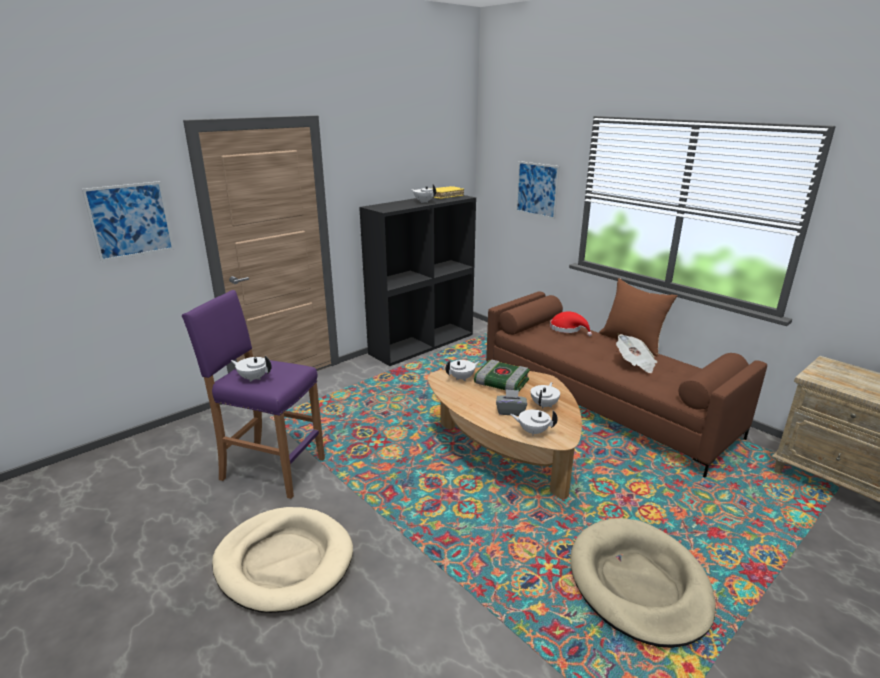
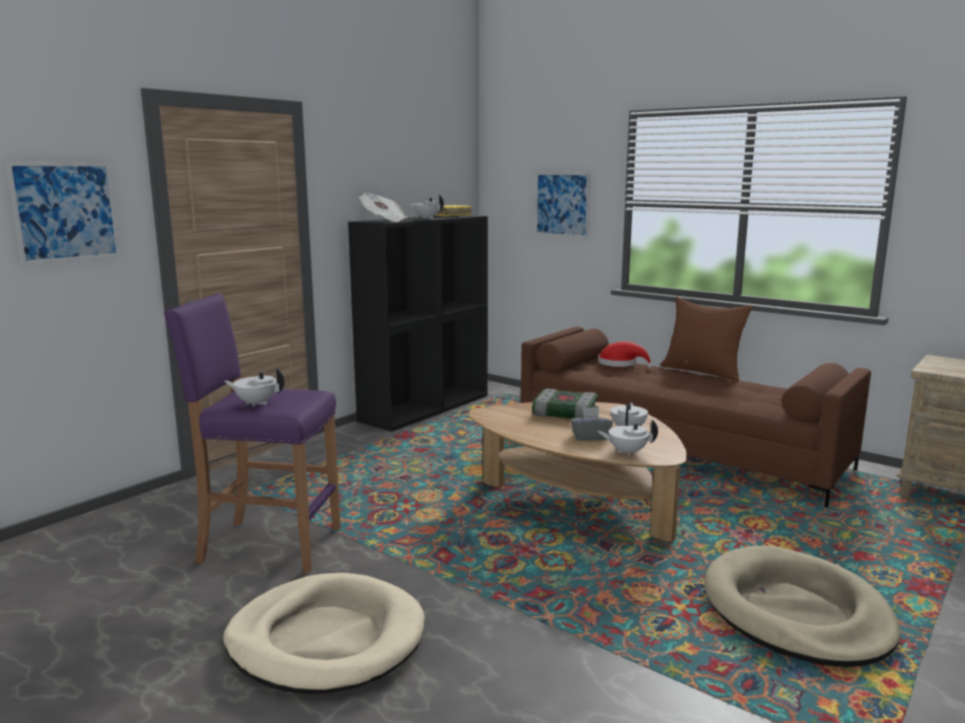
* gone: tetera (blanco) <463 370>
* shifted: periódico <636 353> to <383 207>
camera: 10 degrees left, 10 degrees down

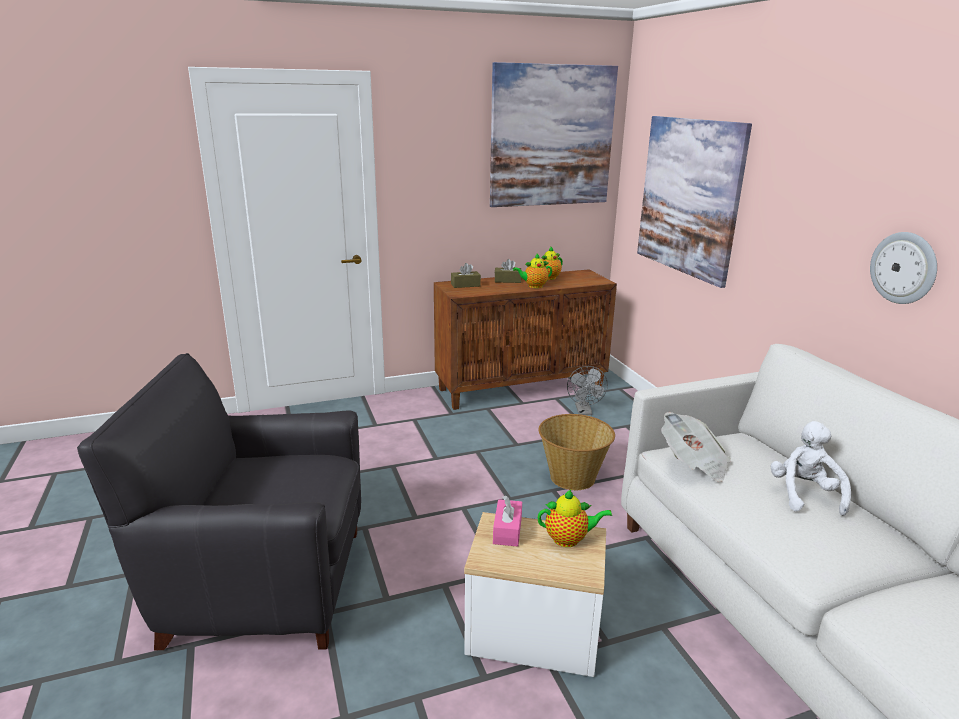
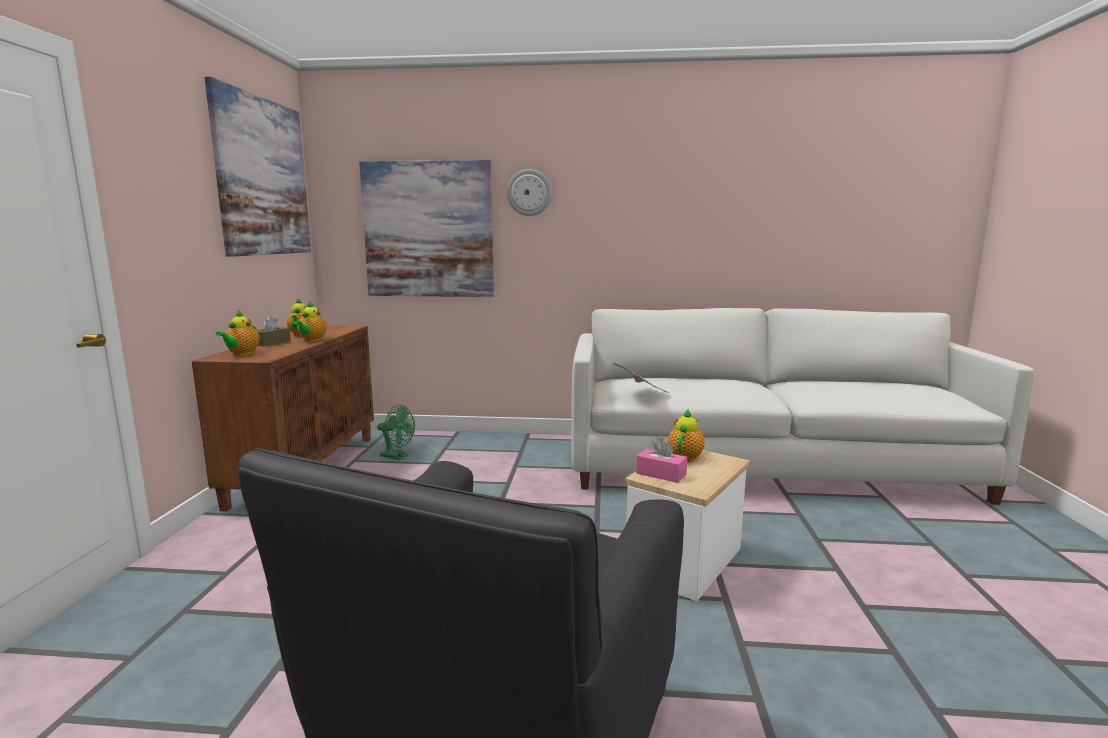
* swapped: caja de pañuelos (marrón) <466 275> to tetera <238 332>
* gone: cesta <577 452>
* repainted: ventilador (gris) <587 390> to ventilador (verde) <396 432>
* gone: peluche (blanco) <810 468>
* shifted: reloj de pared <903 268> to <529 192>
camera: 65 degrees left, 10 degrees down

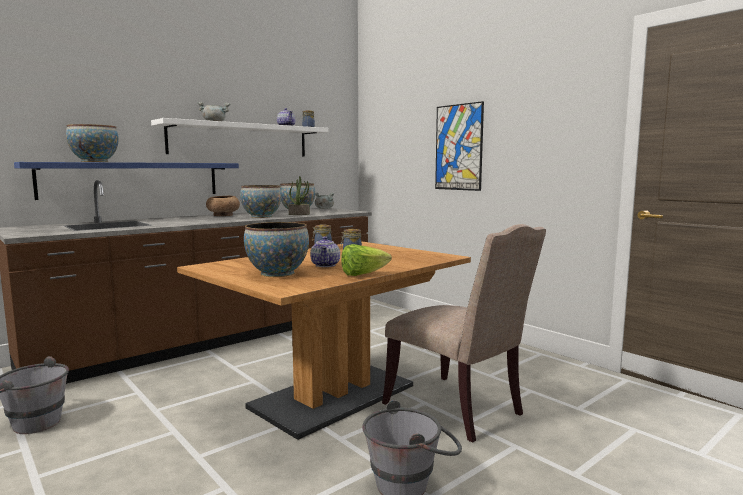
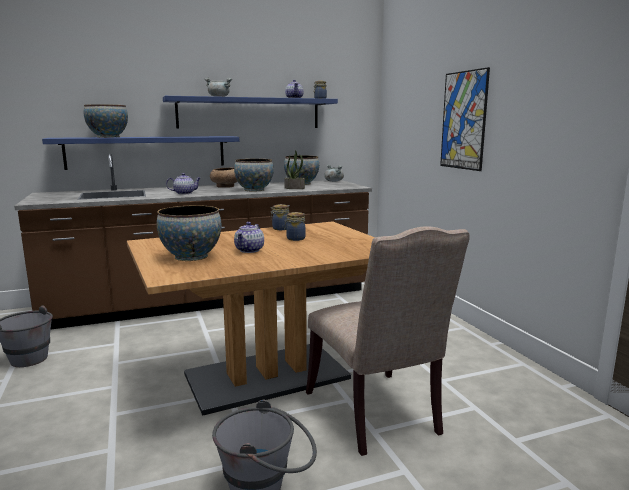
* repainted: estante (blanco) <240 137> to estante (azul) <250 112>
* gone: lechuga <366 260>
* new: tetera <183 183>
camera: 20 degrees right, 5 degrees up

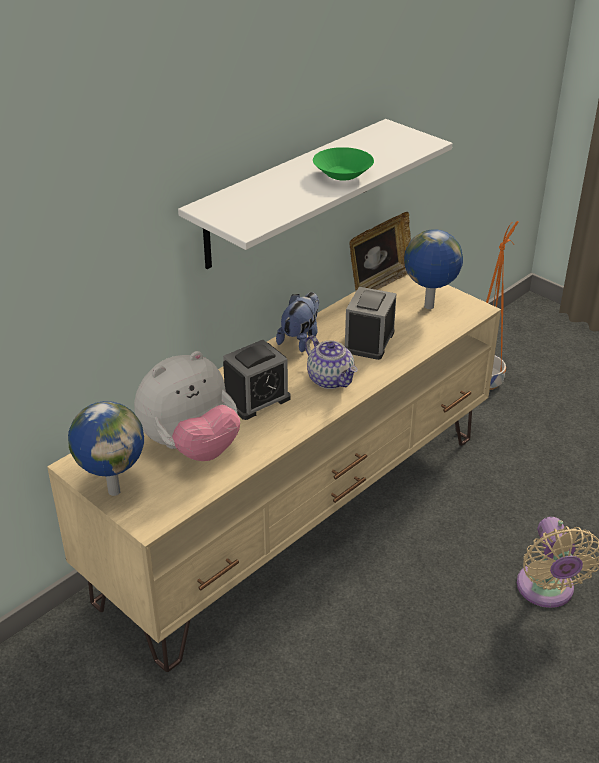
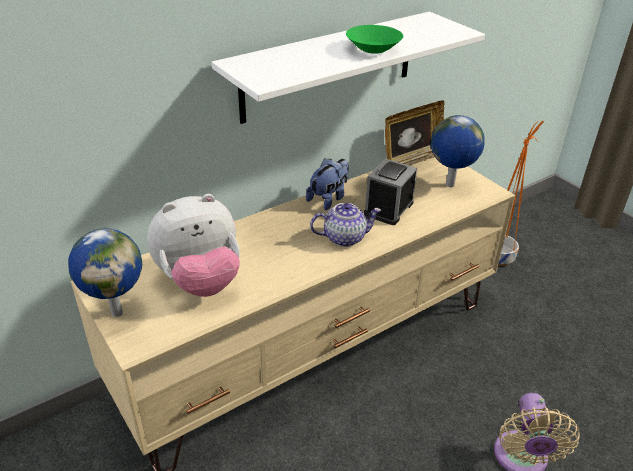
* gone: despertador <257 380>
* rotated: tetera <331 362> = <345 225> 75 degrees counterclockwise
camera: 10 degrees right, 0 degrees up

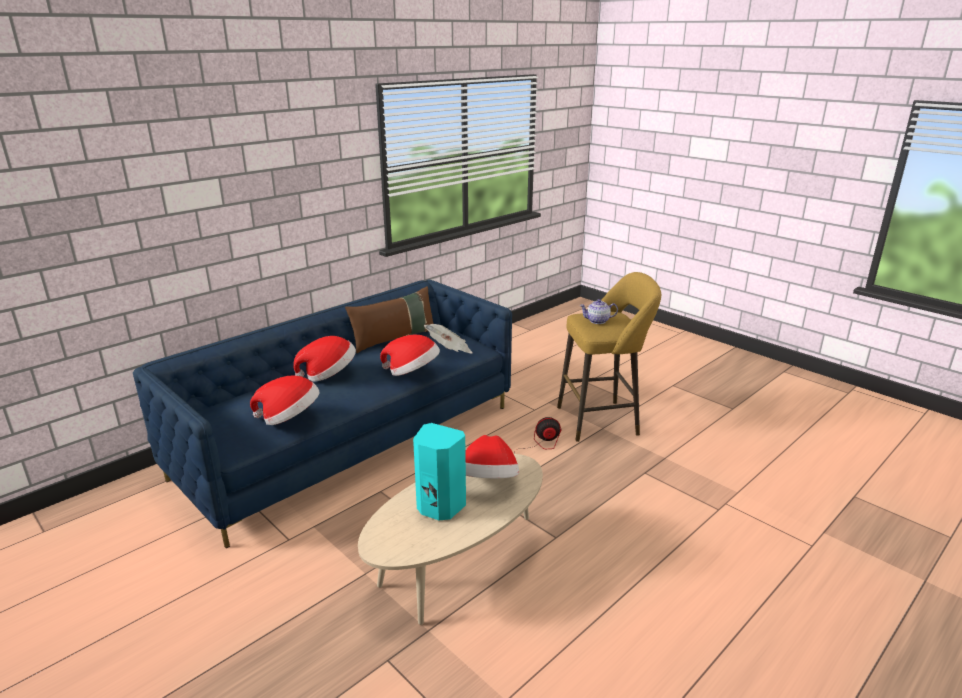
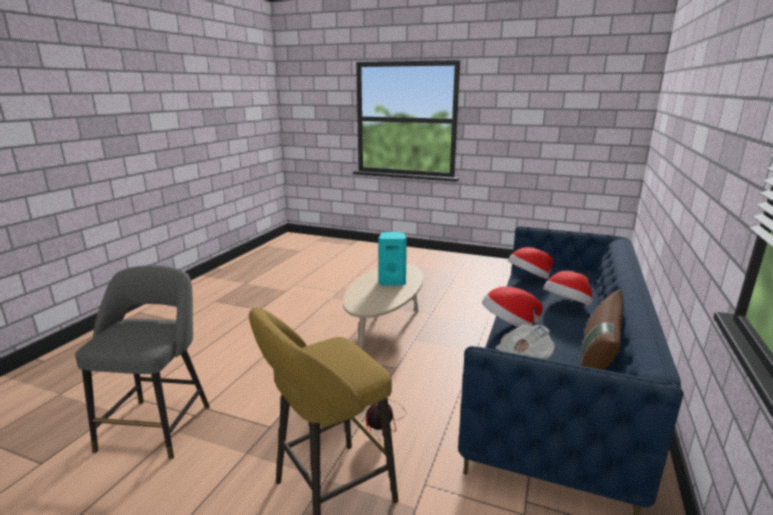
* gone: sombrero <492 456>
* gone: tetera <598 311>
* new: taburete (gris) <142 362>
camera: 155 degrees right, 5 degrees down

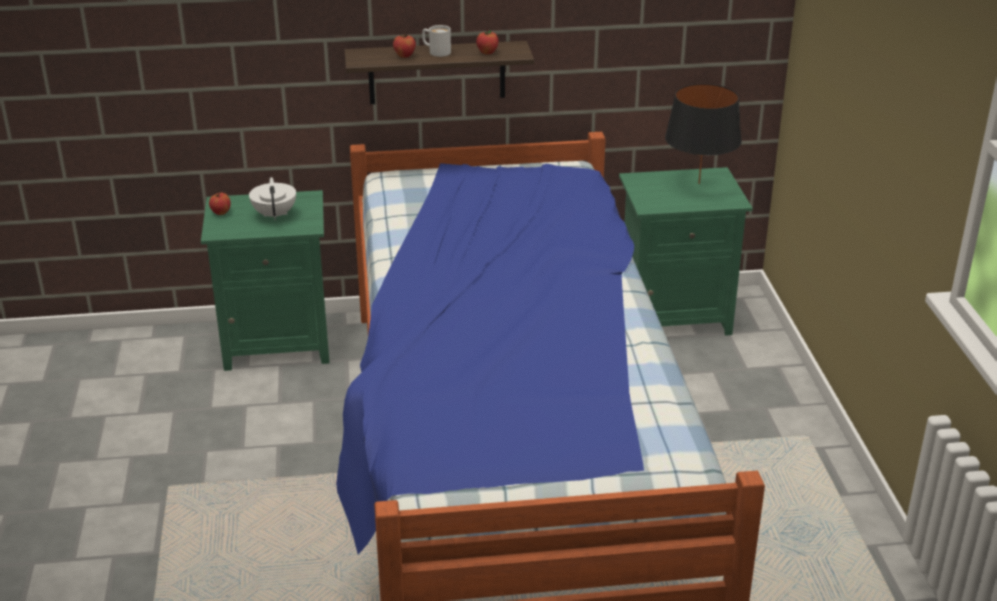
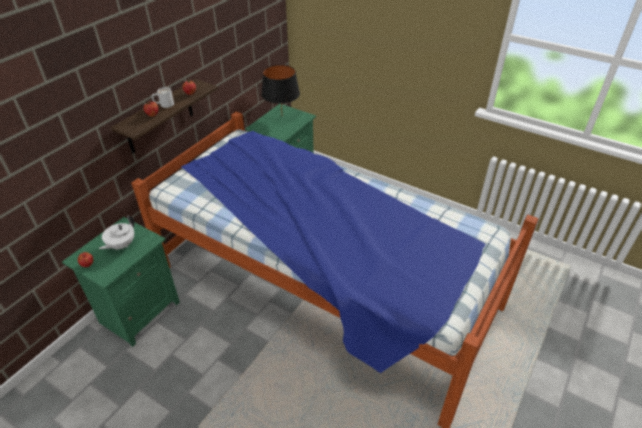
* rotated: tetera (blanco) <272 198> = <116 233> 90 degrees counterclockwise
camera: 50 degrees left, 10 degrees up

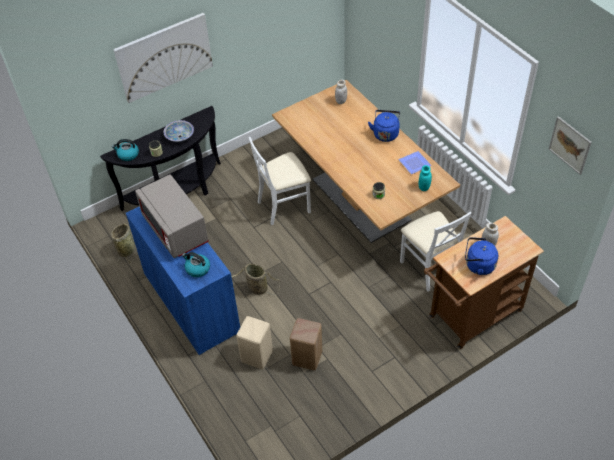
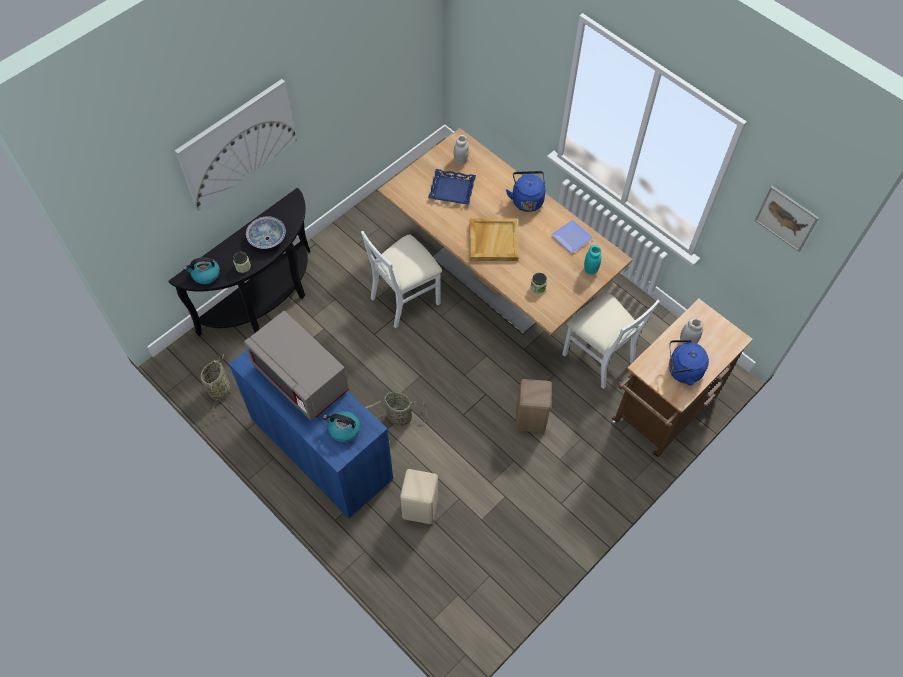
* shifted: taburete (beis) <306 344> to <533 406>
* new: bandeja (azul) <452 187>
* new: bandeja (beis) <494 239>
camera: 15 degrees left, 10 degrees up

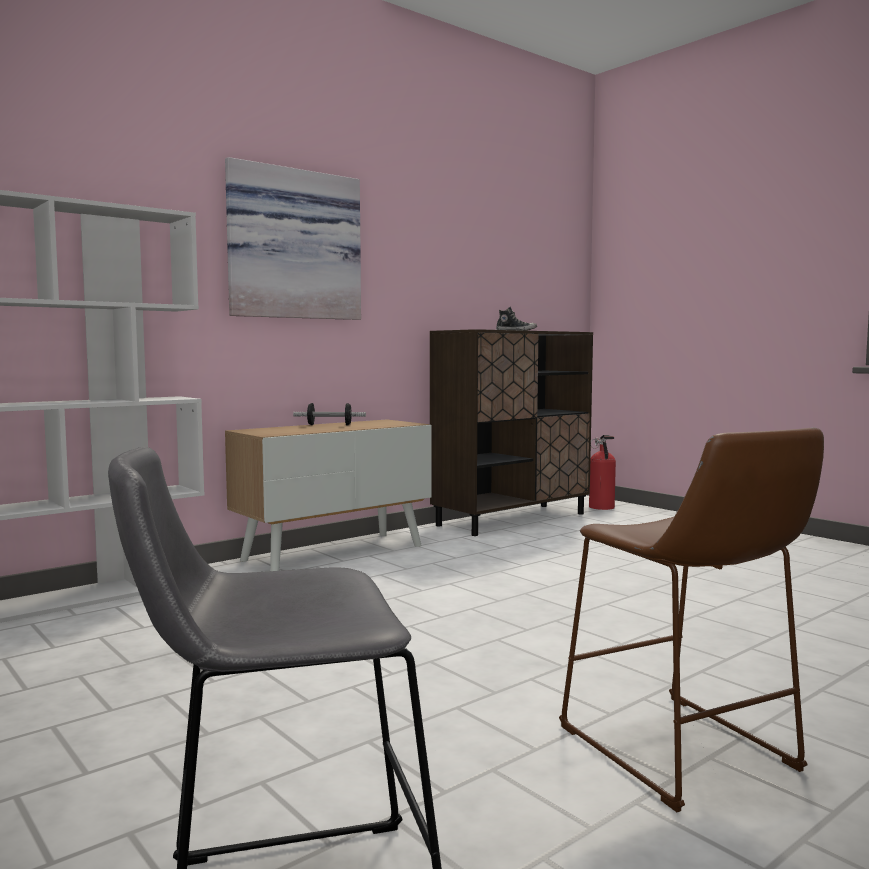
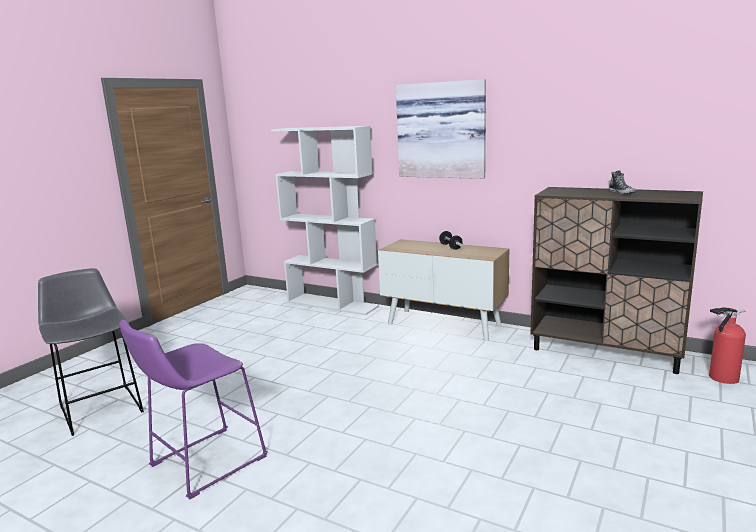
* repainted: taburete (marrón) <691 619> to taburete (morado) <193 410>
camera: 70 degrees right, 10 degrees up

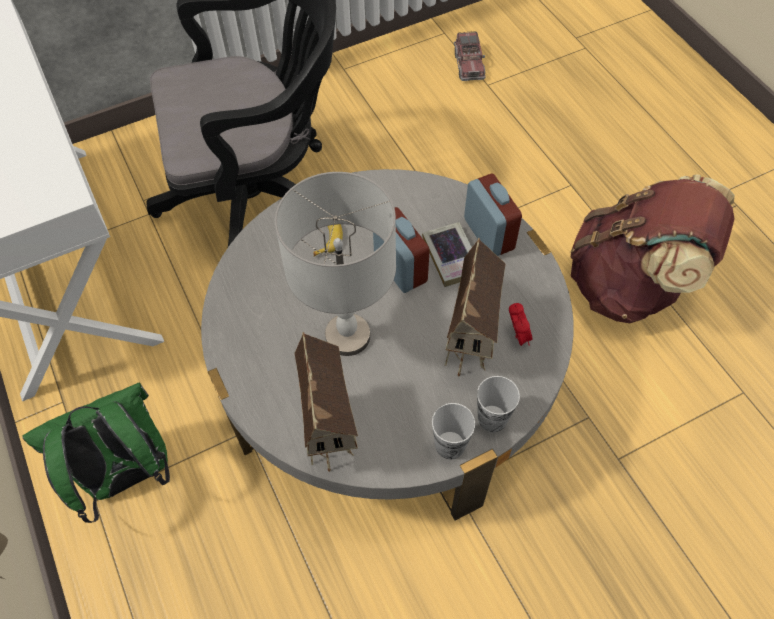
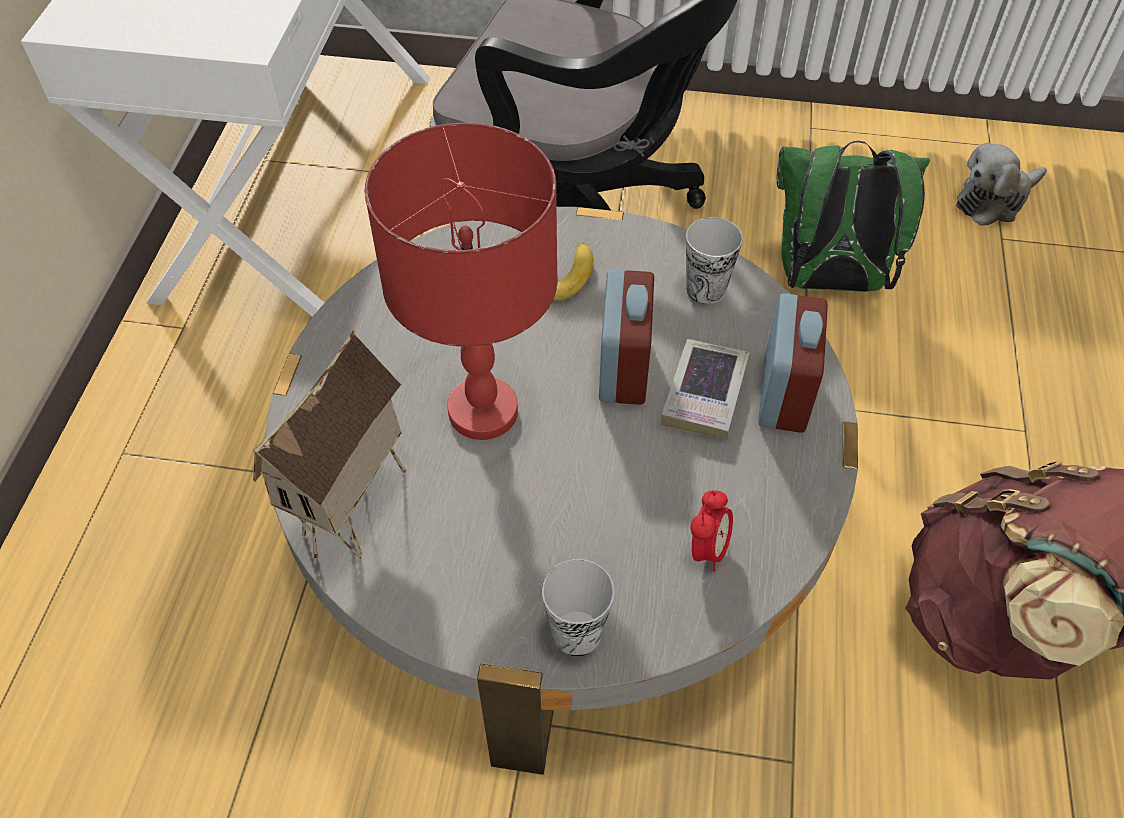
* shifted: mochila (verde) <96 452> to <853 216>
* repainted: lámpara de mesa (gris) <335 264> to lámpara de mesa (rojo) <461 281>
* shifted: taza <453 431> to <714 260>
* gone: casita <475 307>
* swapped: camión de juguete <470 56> to peluche <1001 184>
camera: 35 degrees right, 5 degrees down

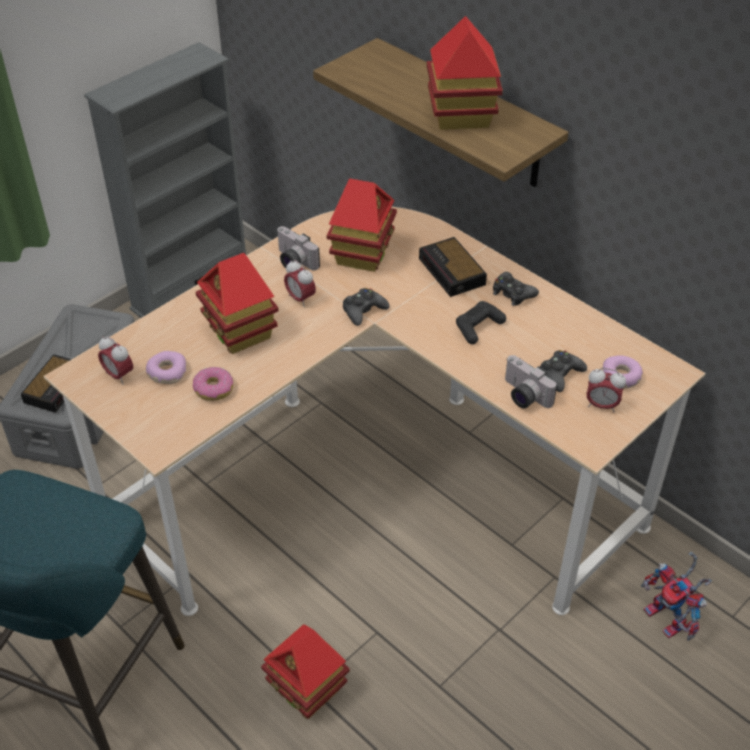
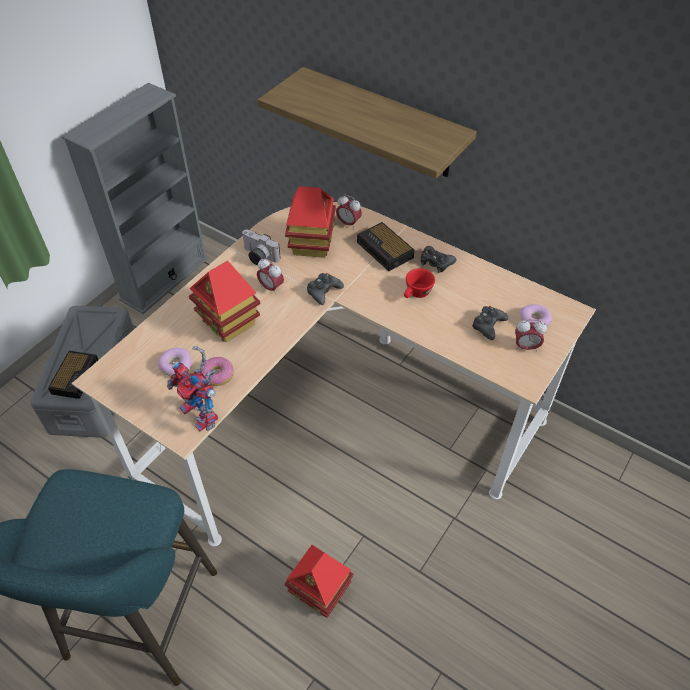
* shifted: despertador <115 360> to <349 212>
* gone: casita <465 73>
* swapped: mando de consola (negro) <481 322> to taza (rojo) <419 283>
* gone: cámara <531 382>
* shifted: robot de juguete <676 596> to <192 388>
camera: 10 degrees left, 5 degrees up

